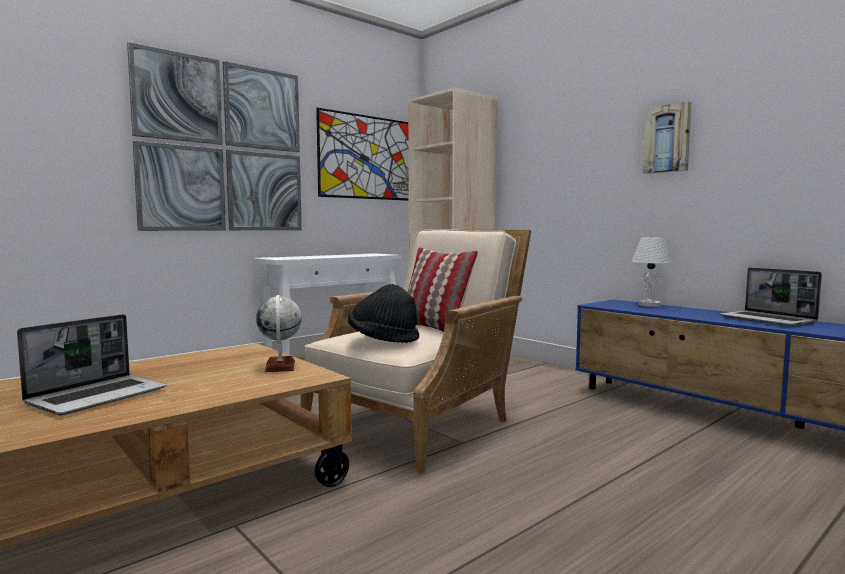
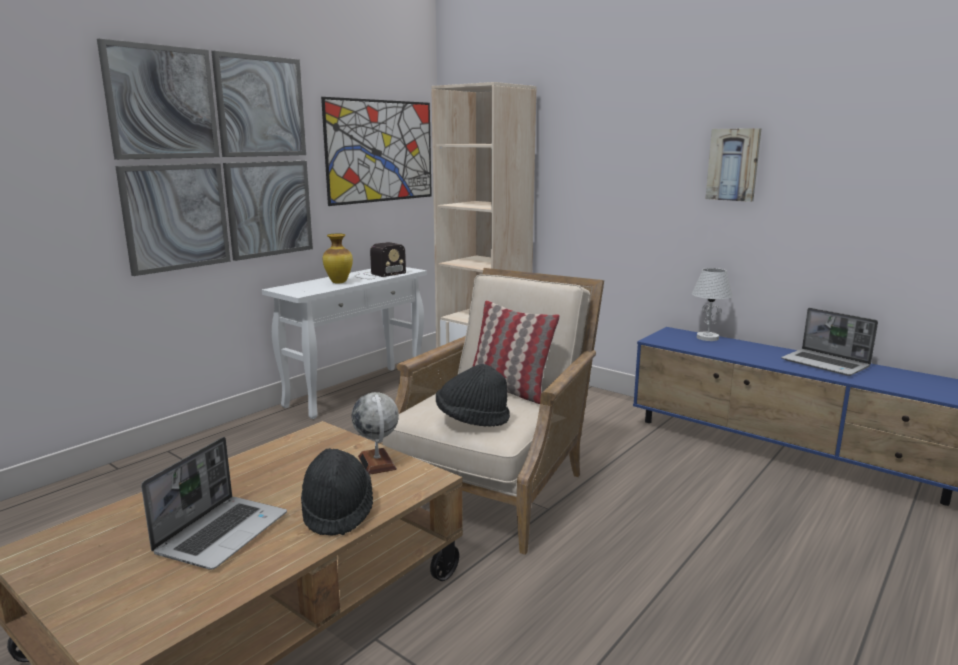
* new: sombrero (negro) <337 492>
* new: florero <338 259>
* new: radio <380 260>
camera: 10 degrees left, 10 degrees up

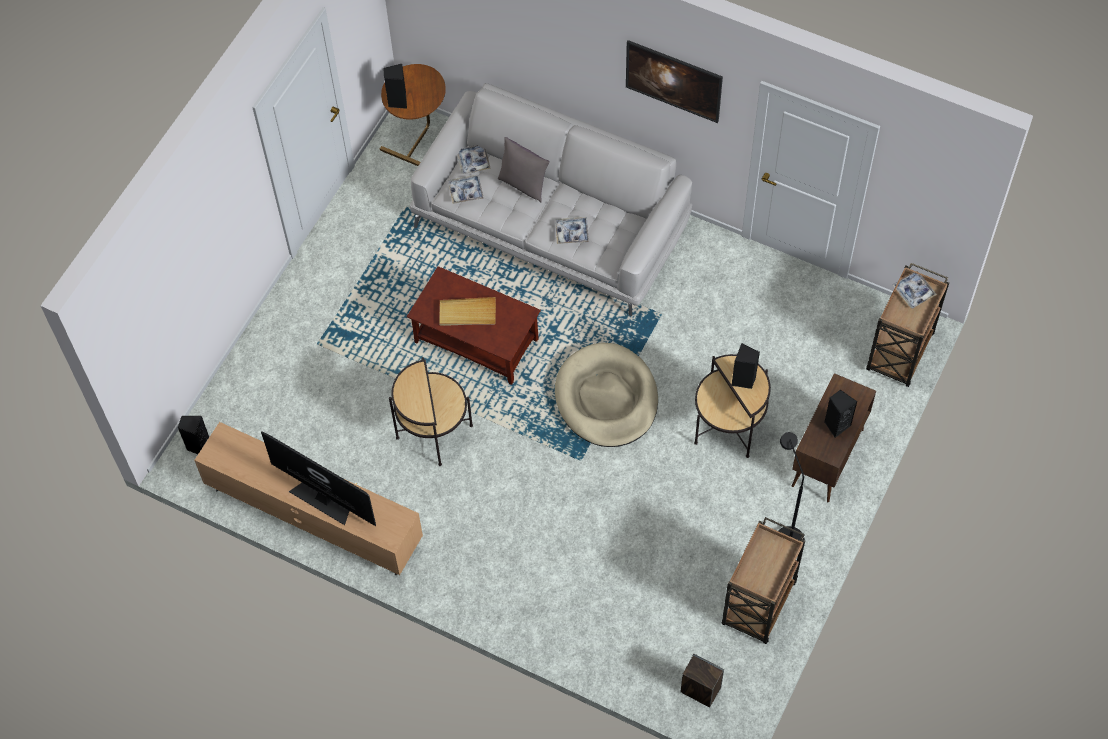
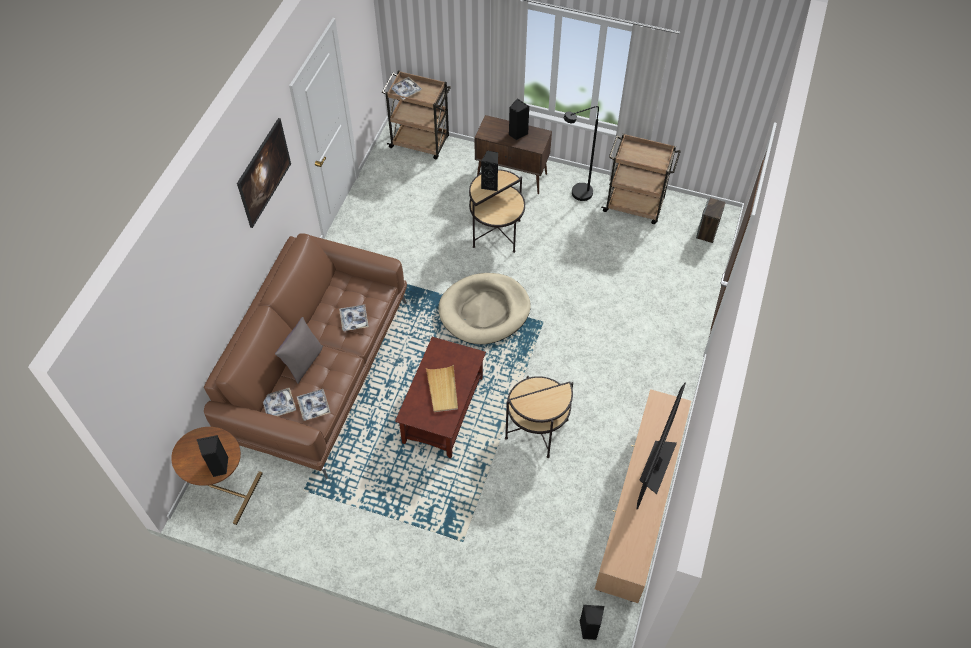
* repainted: sofá (gris) <551 199> to sofá (marrón) <305 356>
camera: 100 degrees left, 5 degrees down

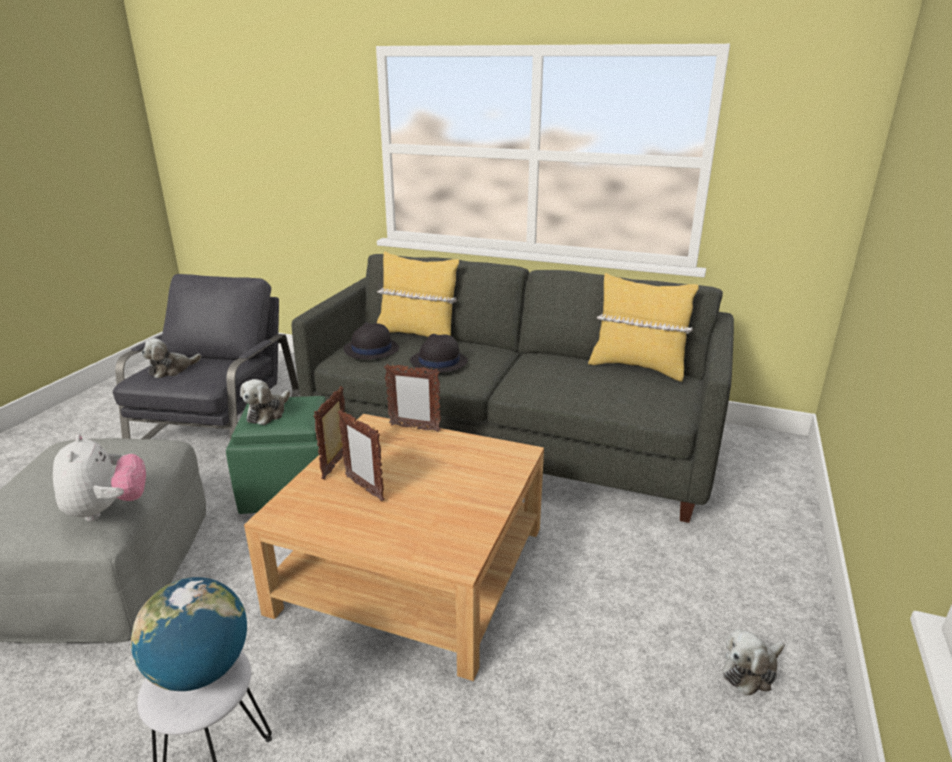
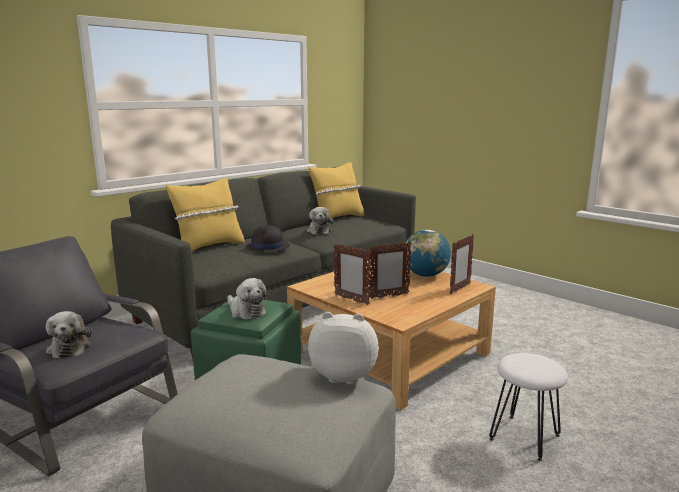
* shifted: globo terráqueo <189 634> to <428 253>
* gone: sombrero (negro) <371 340>
* shifted: portarretratos <412 398> to <462 264>
* shifted: peluche <754 662> to <320 221>
camera: 65 degrees left, 10 degrees down

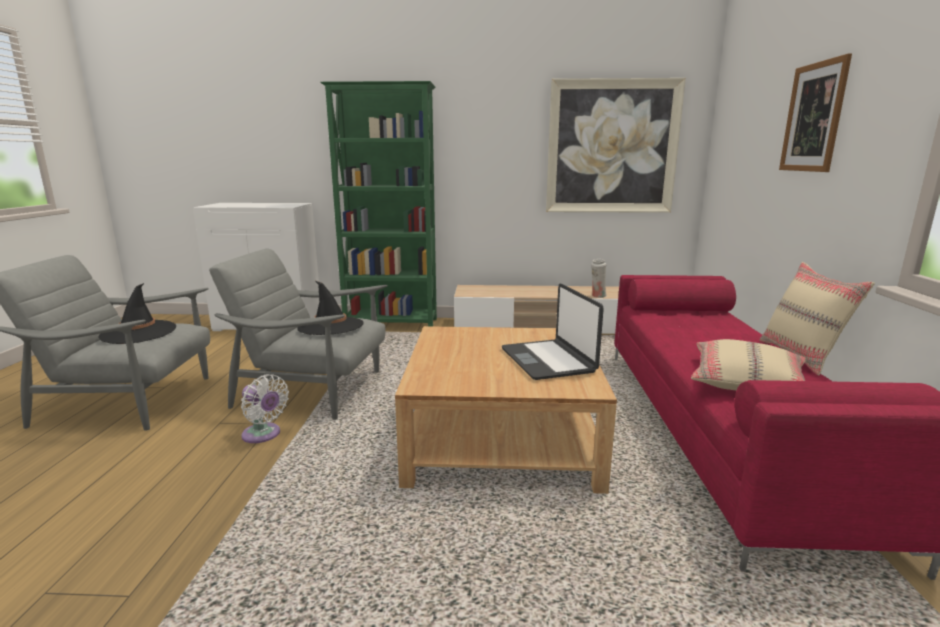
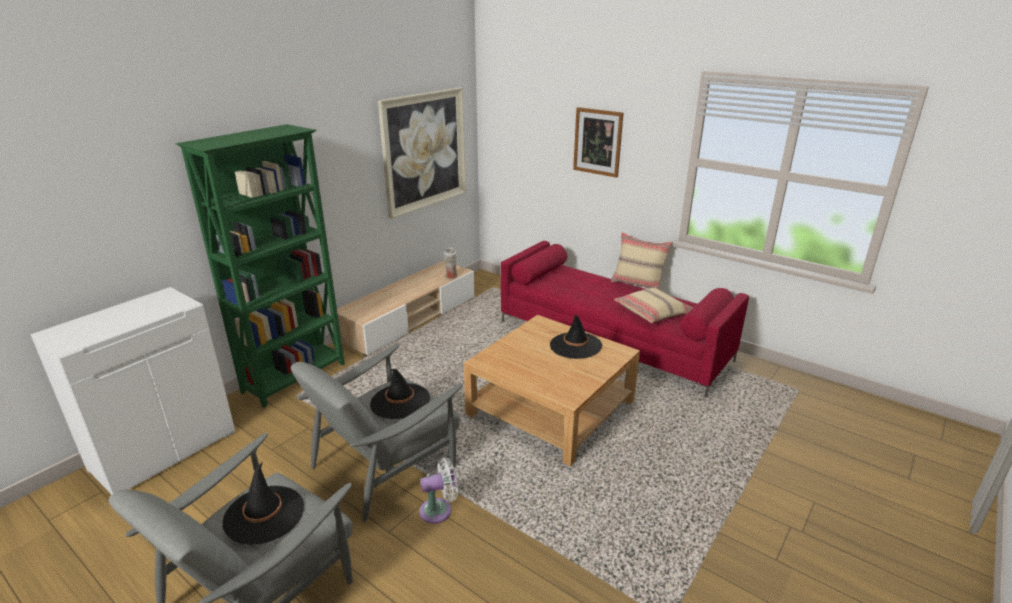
* swapped: portátil <553 331> to sombrero (negro) <576 337>
camera: 55 degrees left, 10 degrees up

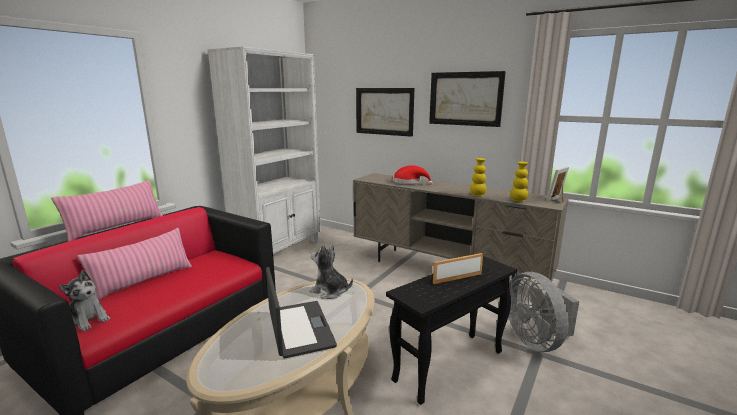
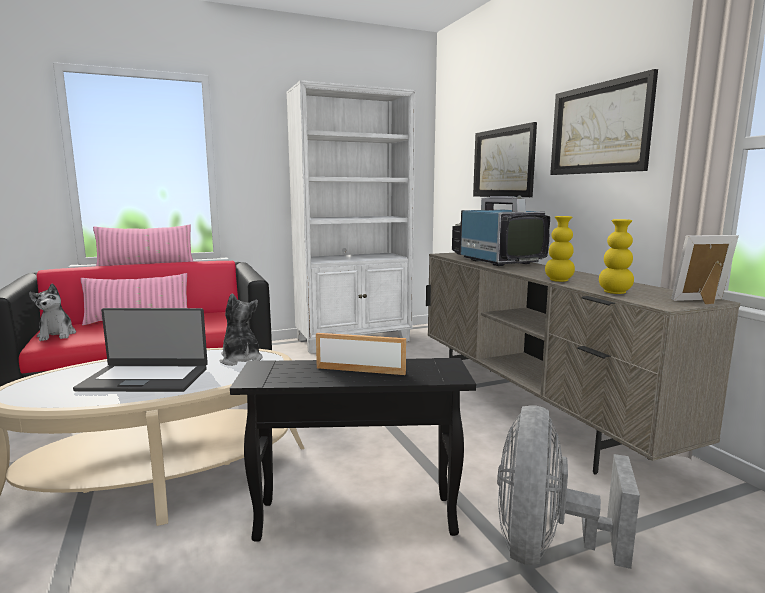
* rotated: portátil <301 313> = <140 350> 75 degrees clockwise
* swapped: sombrero (rojo) <413 175> to televisor <501 231>
camera: 35 degrees right, 5 degrees down

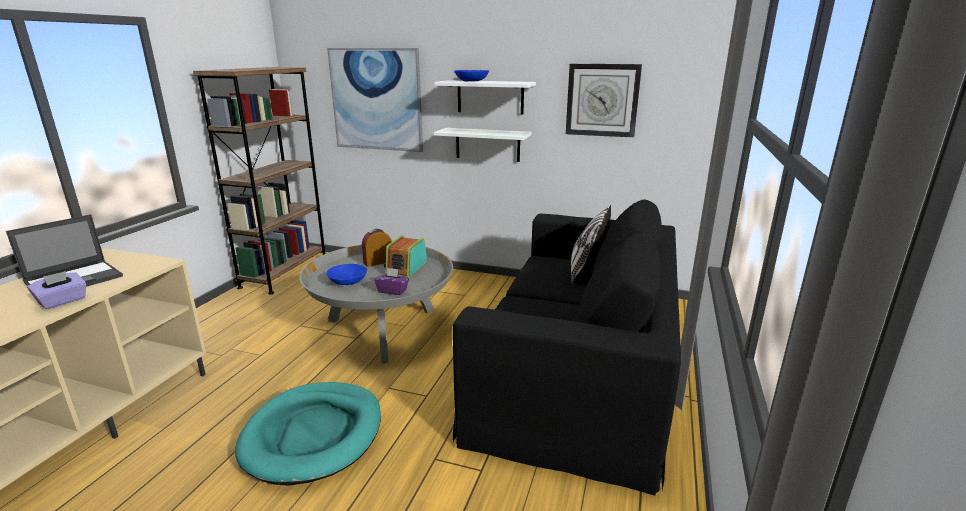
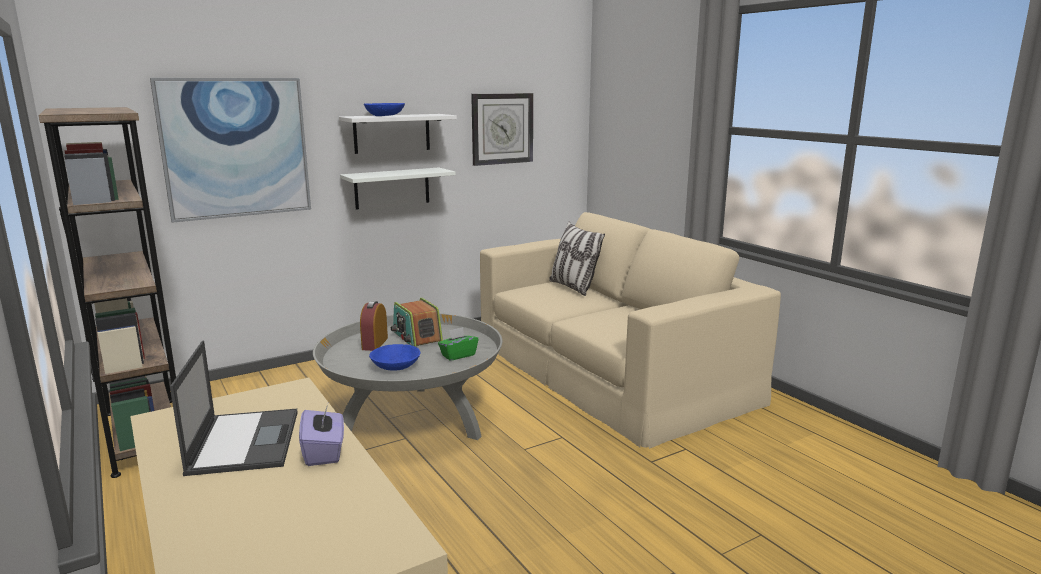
* gone: cama para perro (turquesa) <308 433>
* repainted: caja de pañuelos (morado) <391 281> to caja de pañuelos (verde) <458 344>
* repainted: sofá (negro) <567 347> to sofá (beis) <630 330>
camera: 50 degrees left, 5 degrees down

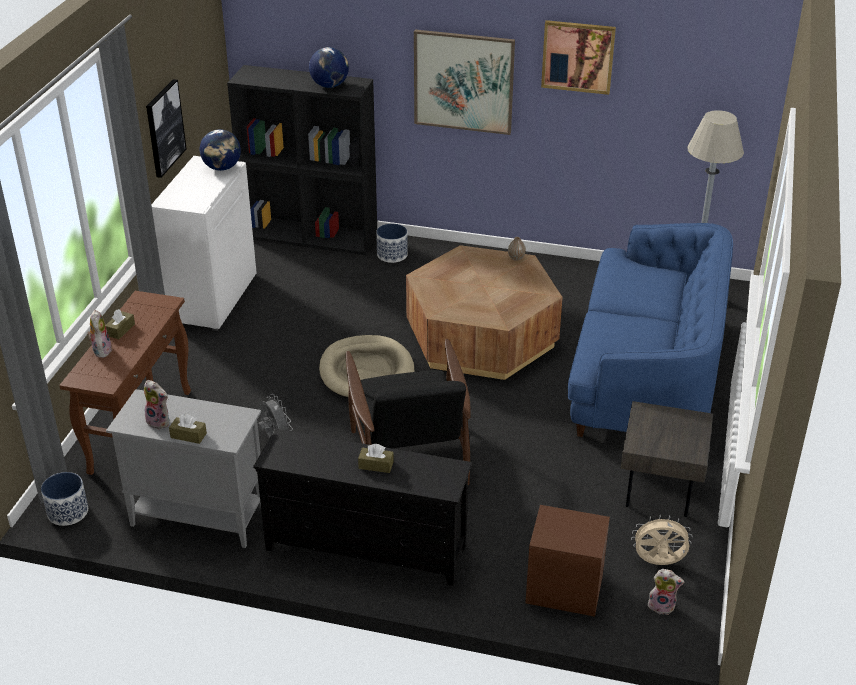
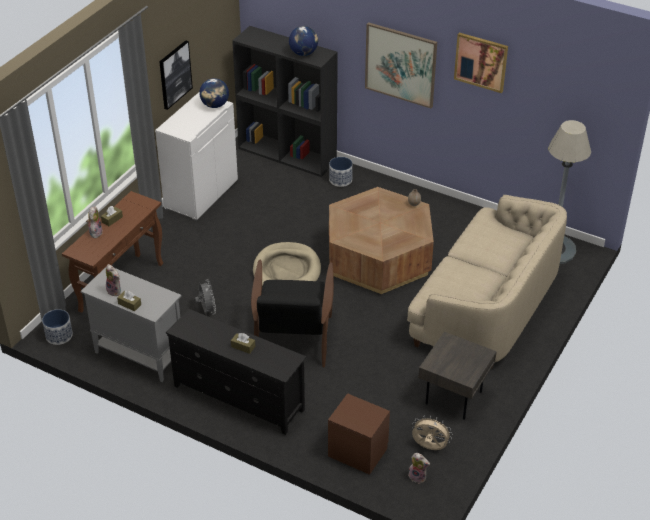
* repainted: sofá (azul) <650 330> to sofá (beis) <487 282>
camera: 15 degrees right, 5 degrees up

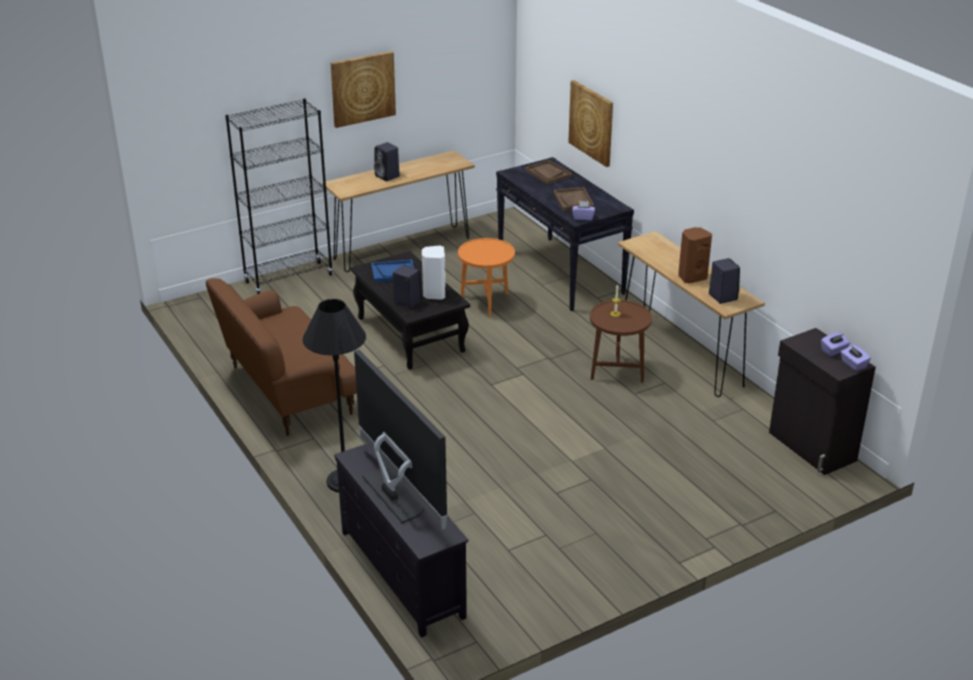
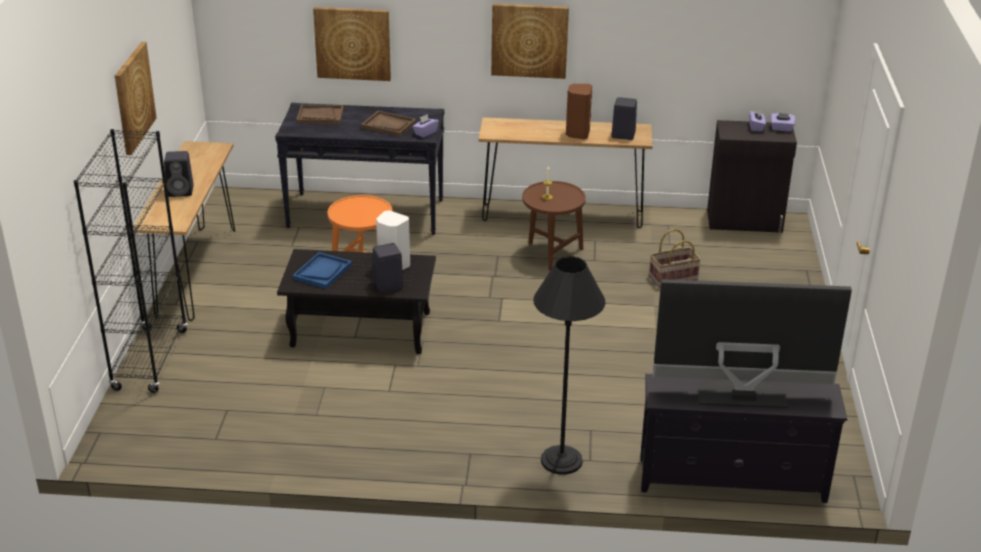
* gone: sofá (marrón) <281 357>
* new: cuadro <530 41>
* new: cesta <675 258>
camera: 55 degrees left, 0 degrees up

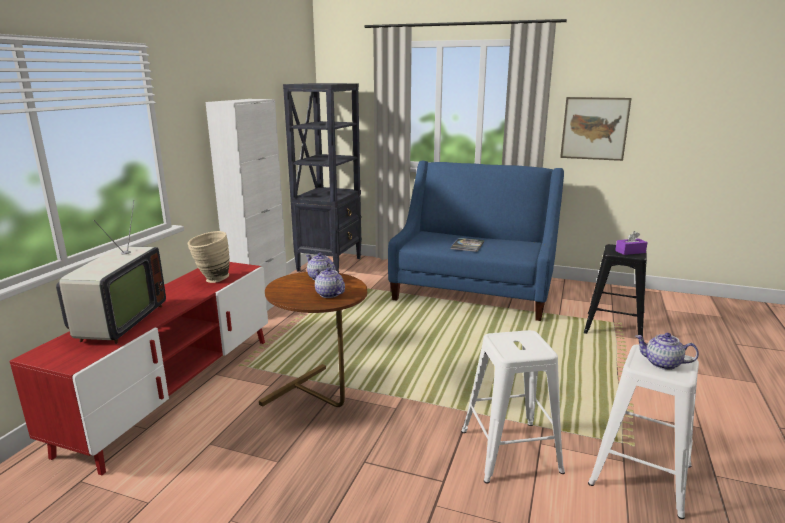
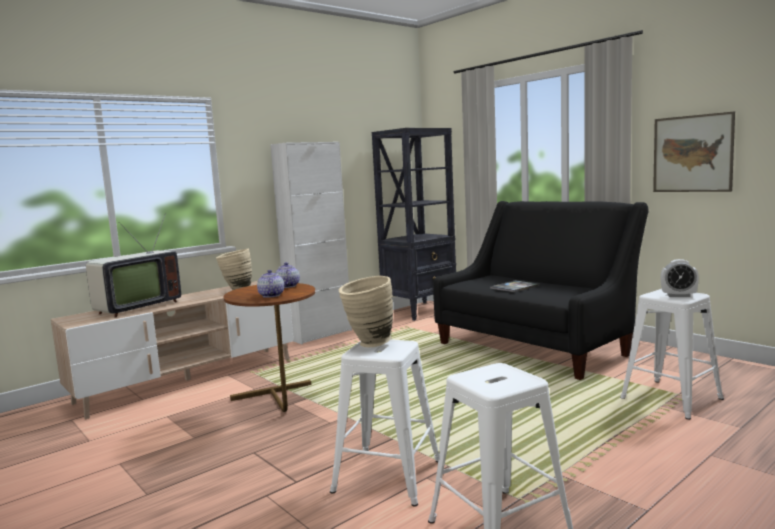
* repainted: mueble de televisión (rojo) <138 368> to mueble de televisión (beis) <172 350>
* repainted: sofá (azul) <476 241> to sofá (negro) <541 290>
* repainted: taburete (negro) <615 290> to taburete (blanco) <672 354>
* swapped: caja de pañuelos (morado) <631 243> to despertador <680 278>
* gone: tetera <667 351>
* new: florero (beis) <366 311>
camera: 30 degrees right, 10 degrees down

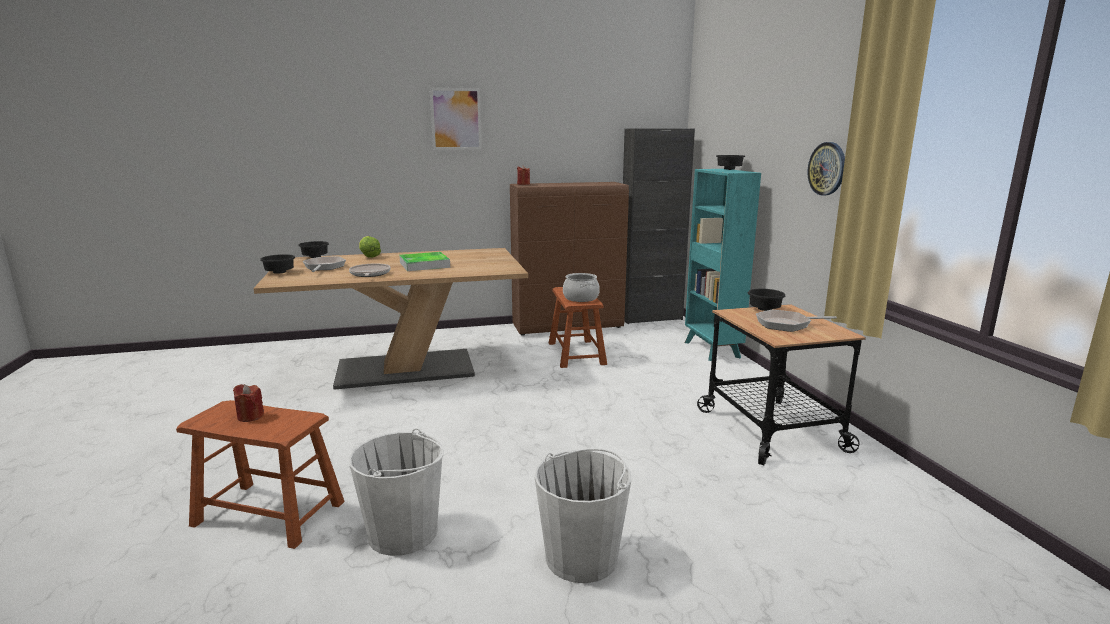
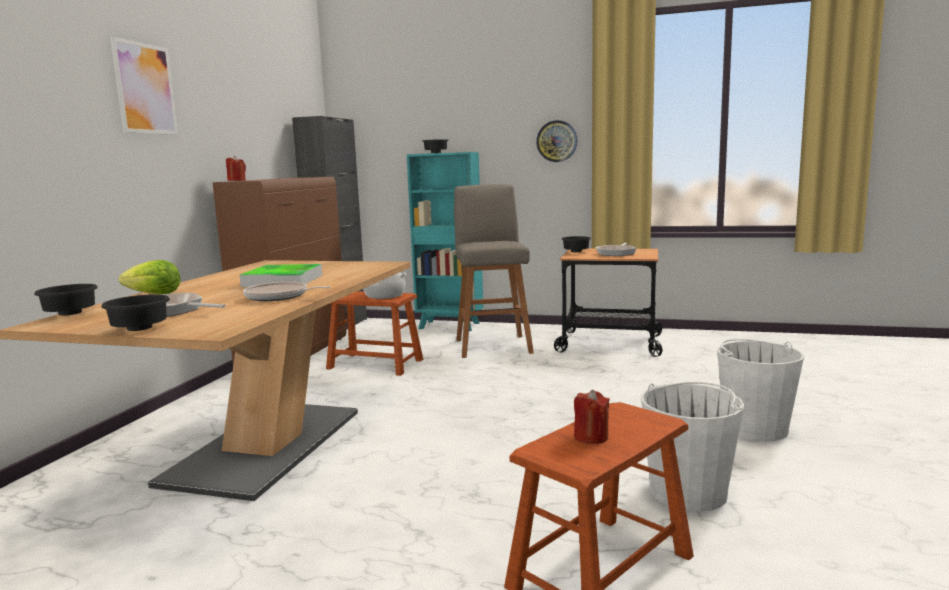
* new: taburete (gris) <494 271>
camera: 60 degrees left, 5 degrees down

